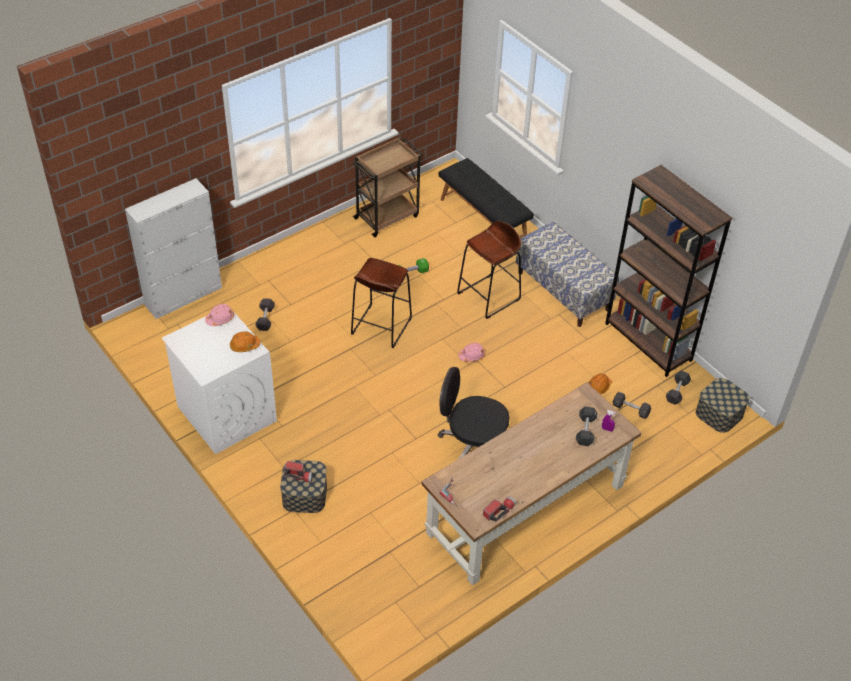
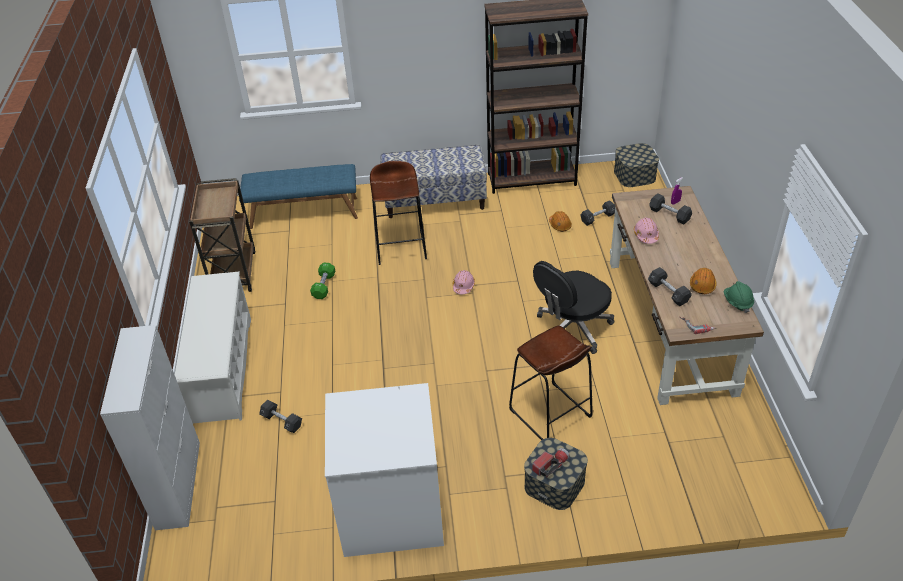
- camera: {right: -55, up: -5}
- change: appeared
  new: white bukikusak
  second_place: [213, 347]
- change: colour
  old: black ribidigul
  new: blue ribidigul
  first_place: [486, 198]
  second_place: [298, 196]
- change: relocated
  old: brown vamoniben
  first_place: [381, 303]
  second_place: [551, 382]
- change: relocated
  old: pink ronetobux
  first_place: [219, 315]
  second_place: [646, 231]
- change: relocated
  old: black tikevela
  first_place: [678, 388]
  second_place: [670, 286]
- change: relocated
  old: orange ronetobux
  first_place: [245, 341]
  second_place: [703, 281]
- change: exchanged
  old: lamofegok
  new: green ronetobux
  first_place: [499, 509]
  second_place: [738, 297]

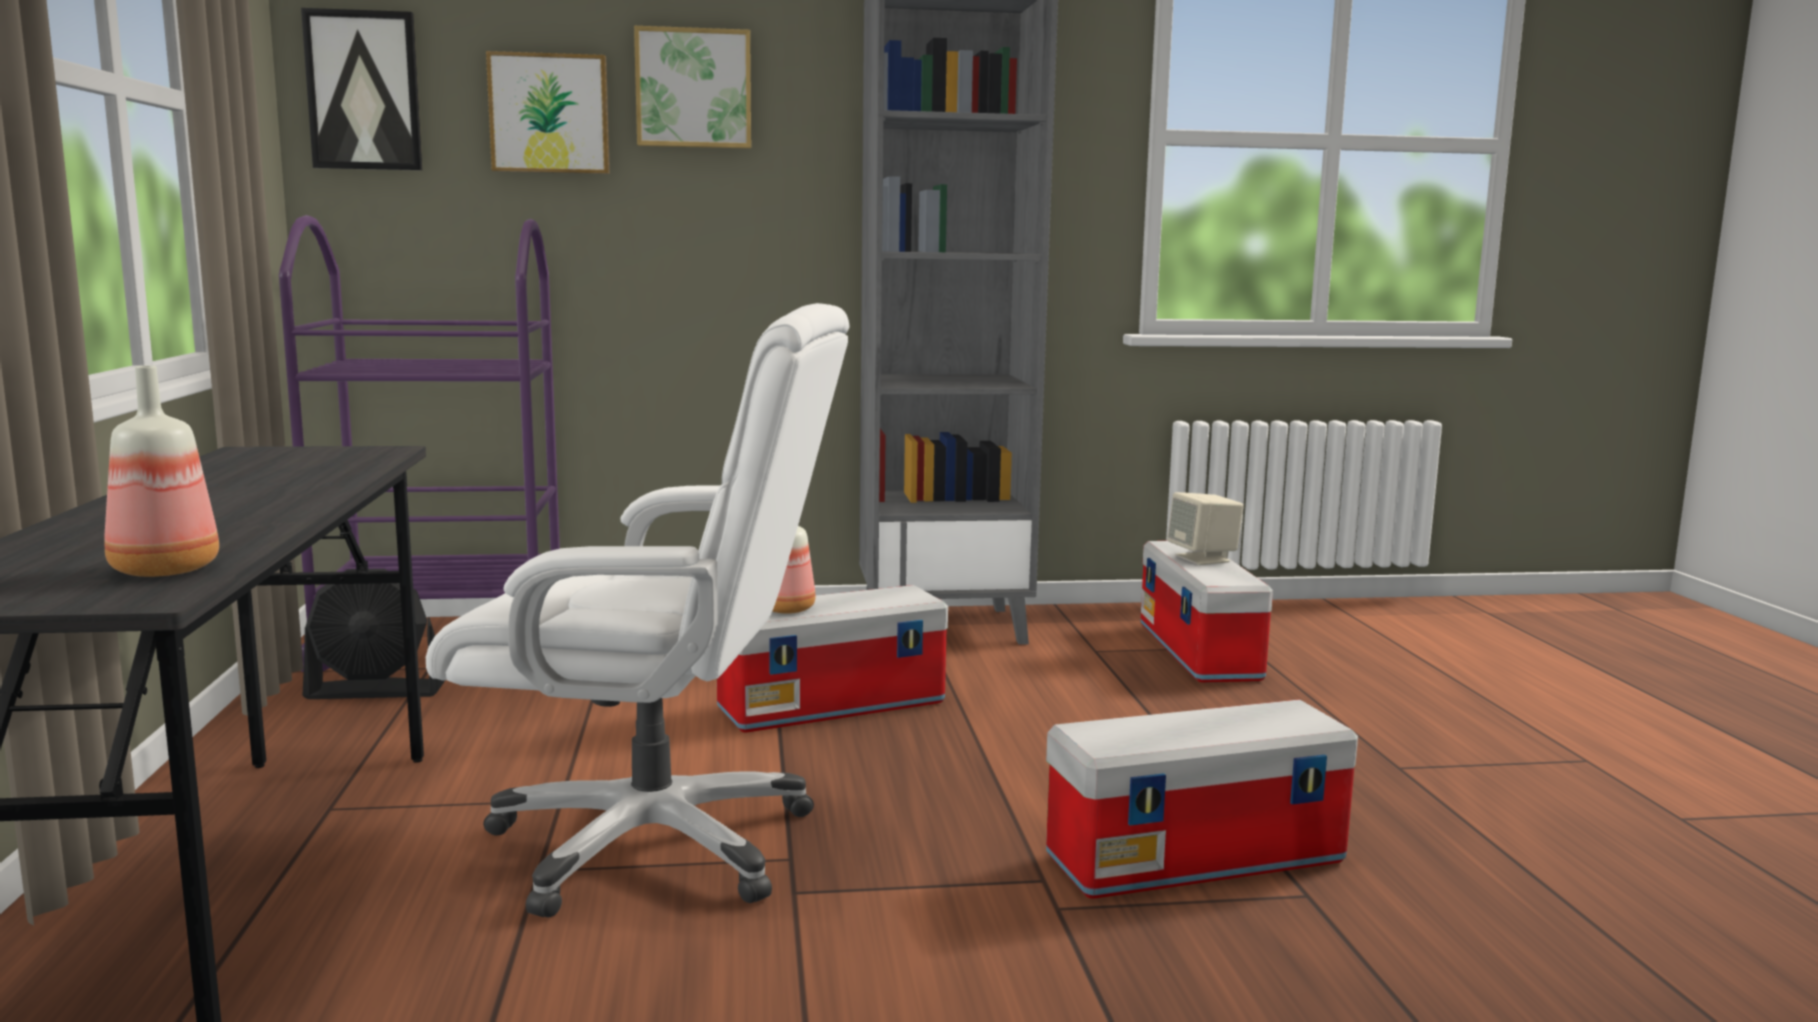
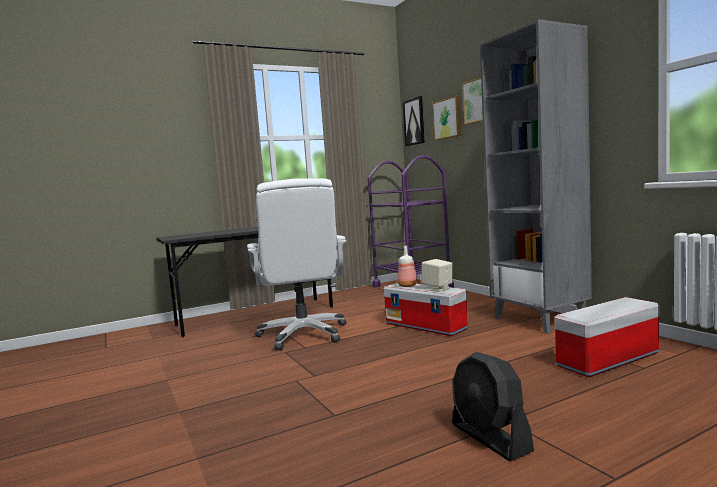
- camera: {right: 70, up: -5}
- change: relocated
  old: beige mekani
  first_place: [1205, 528]
  second_place: [437, 275]
- change: relocated
  old: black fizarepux
  first_place: [373, 634]
  second_place: [493, 406]
- change: missing
  old: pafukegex
  first_place: [161, 471]
- change: missing
  old: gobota
  first_place: [1202, 799]

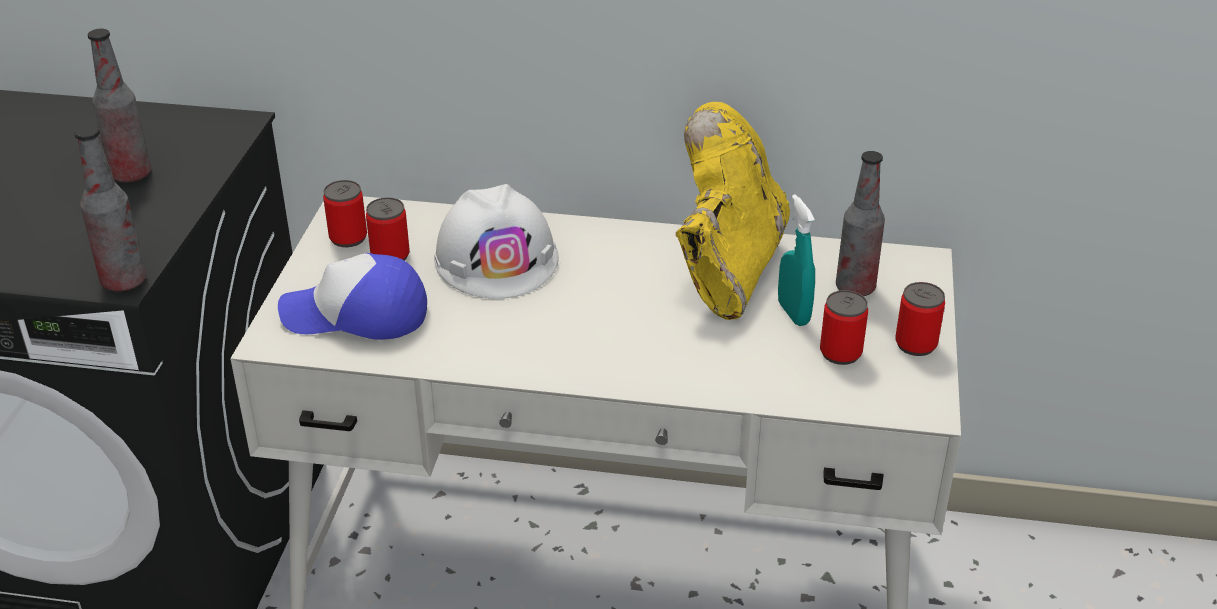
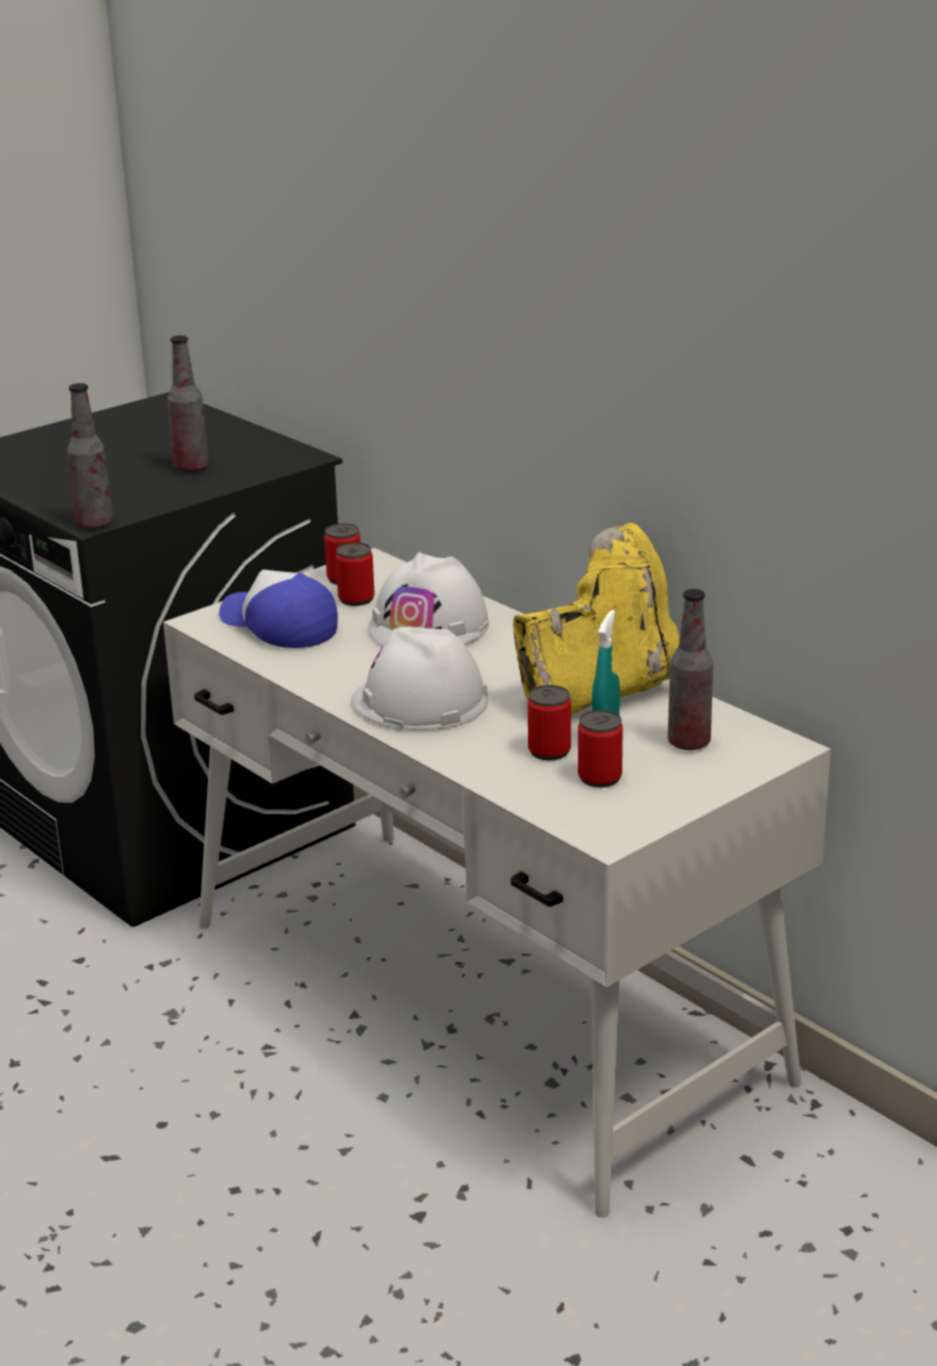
- camera: {right: 40, up: -10}
- change: appeared
  new: white ronetobux
  second_place: [419, 678]
- change: relocated
  old: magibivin
  first_place: [920, 319]
  second_place: [549, 722]

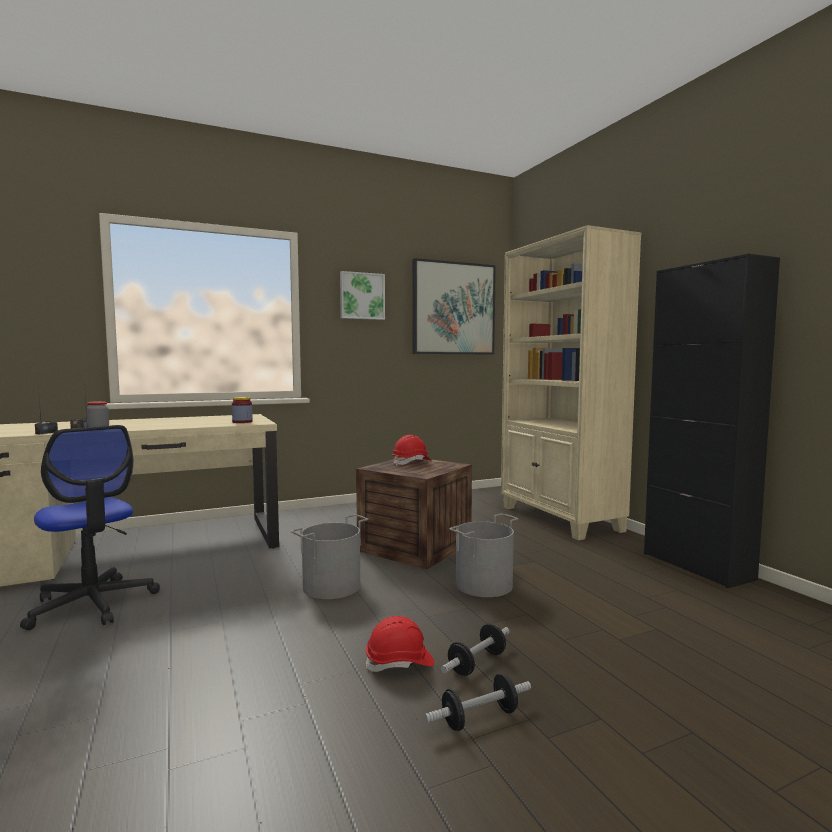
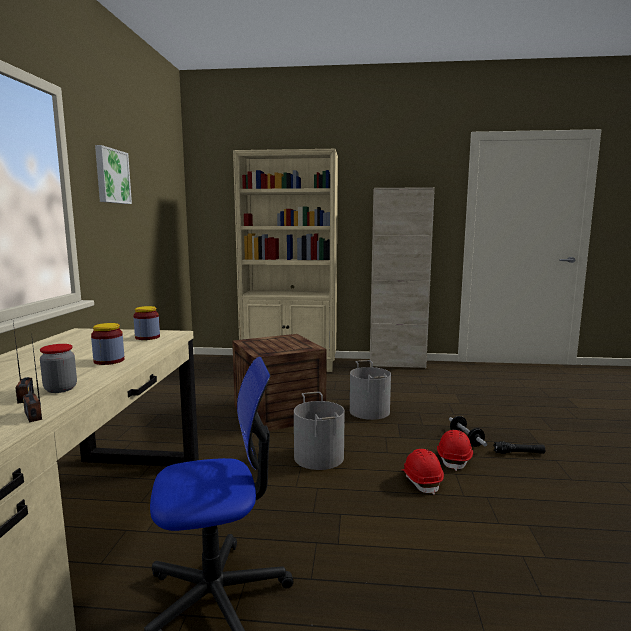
- camera: {right: -60, up: 5}
- change: appeared
  new: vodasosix
  second_place: [107, 344]
- change: colour
  old: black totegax
  new: beige totegax
  first_place: [712, 420]
  second_place: [402, 278]
- change: relocated
  old: red ronetobux
  first_place: [412, 450]
  second_place: [423, 472]
- change: exchanged
  old: tikevela
  new: black lamofegok
  first_place: [477, 702]
  second_place: [519, 447]
- change: missing
  old: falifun
  first_place: [454, 306]

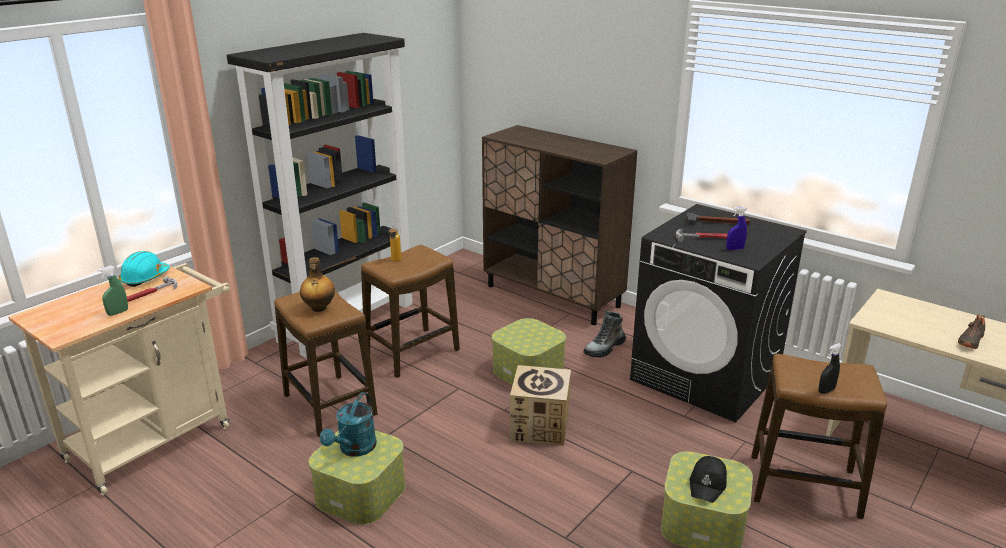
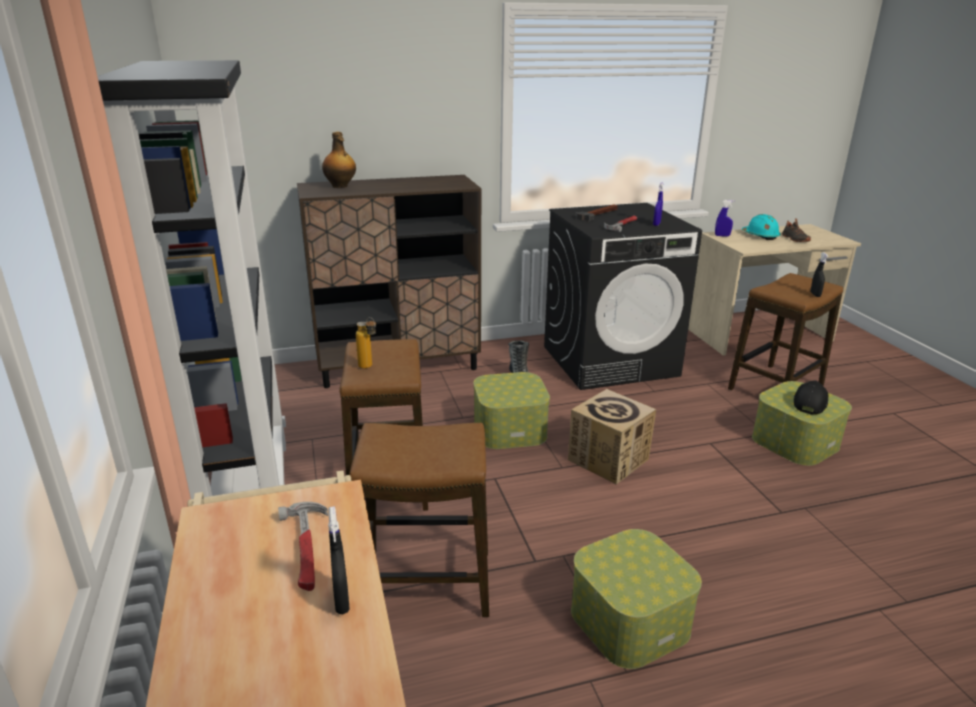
- camera: {right: -55, up: 0}
- change: relocated
  old: pafukegex
  first_place: [317, 284]
  second_place: [339, 160]
- change: colour
  old: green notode
  new: black notode
  first_place: [113, 290]
  second_place: [339, 560]
- change: appeared
  new: blue notode
  second_place: [724, 218]
- change: relocated
  old: turquoise ronetobux
  first_place: [144, 269]
  second_place: [761, 227]
- change: spun
  old: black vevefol
  first_place: [708, 479]
  second_place: [811, 397]
  degrees: -120
- change: missing
  old: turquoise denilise
  first_place: [348, 424]

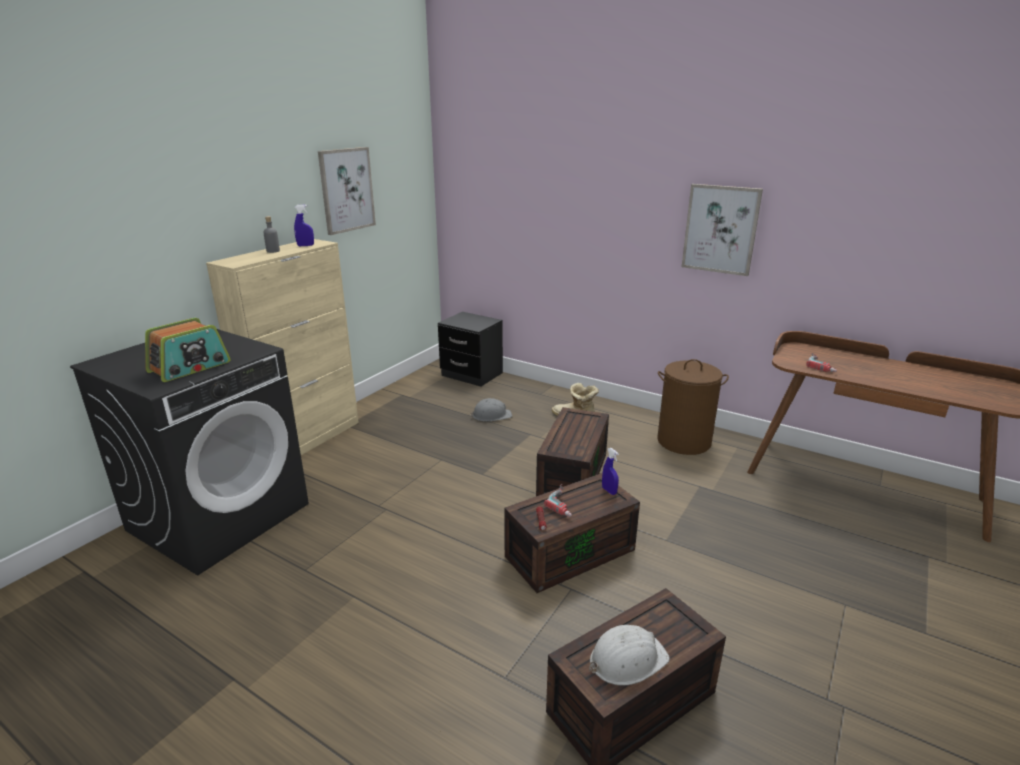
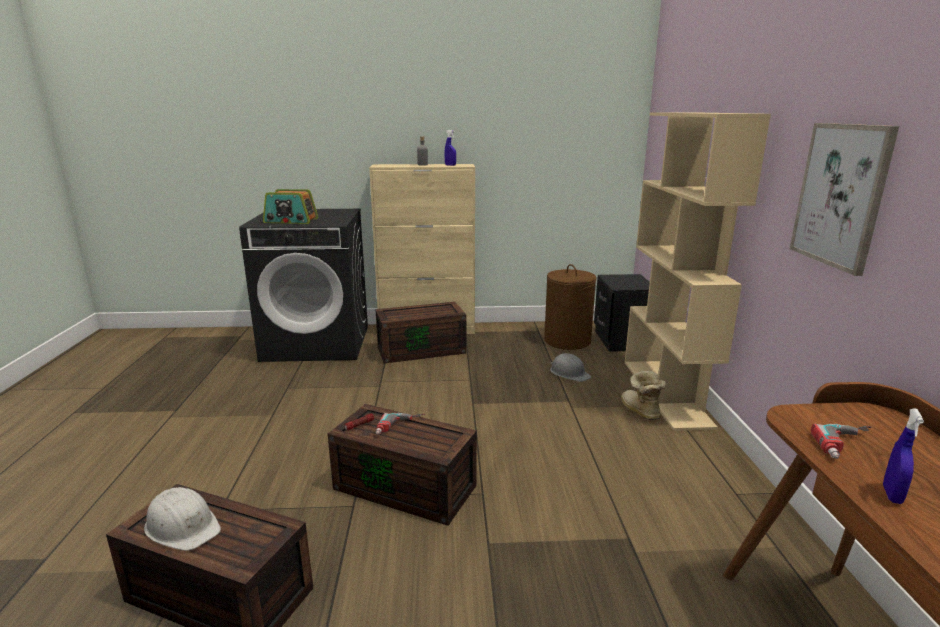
- camera: {right: 55, up: -5}
- change: relocated
  old: brown gobota
  first_place: [572, 451]
  second_place: [420, 332]
- change: relocated
  old: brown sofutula
  first_place: [693, 407]
  second_place: [570, 307]
- change: appeared
  new: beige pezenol
  second_place: [698, 271]
- change: relocated
  old: blue notode
  first_place: [610, 471]
  second_place: [903, 456]
- change: missing
  old: falifun
  first_place: [347, 191]

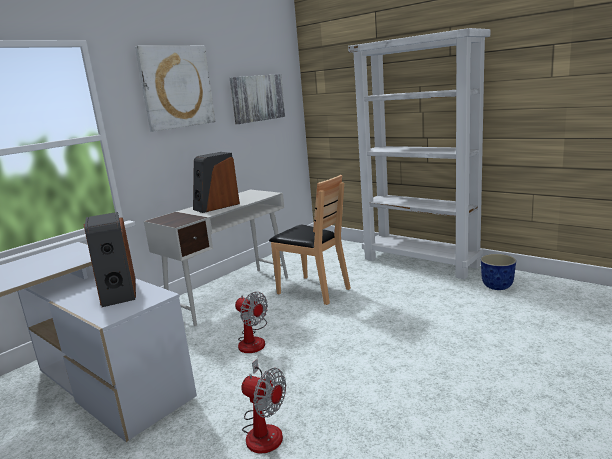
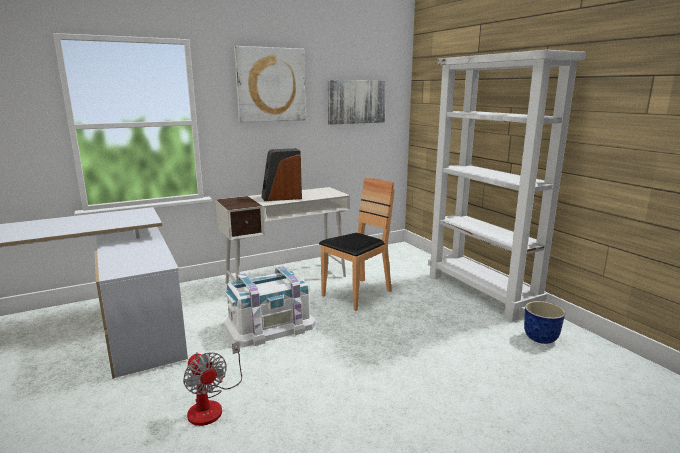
- camera: {right: 20, up: 0}
- change: exchanged
  old: fizarepux
  new: white gobota
  first_place: [251, 322]
  second_place: [270, 306]
- change: spun
  old: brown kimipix
  first_place: [310, 240]
  second_place: [357, 244]
  degrees: -105
- change: missing
  old: mekani
  first_place: [109, 259]

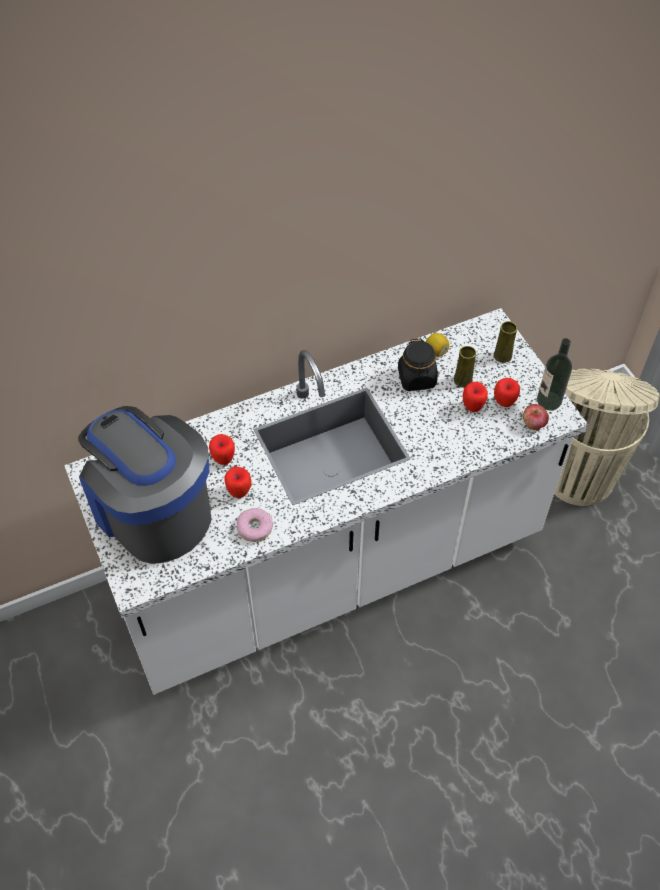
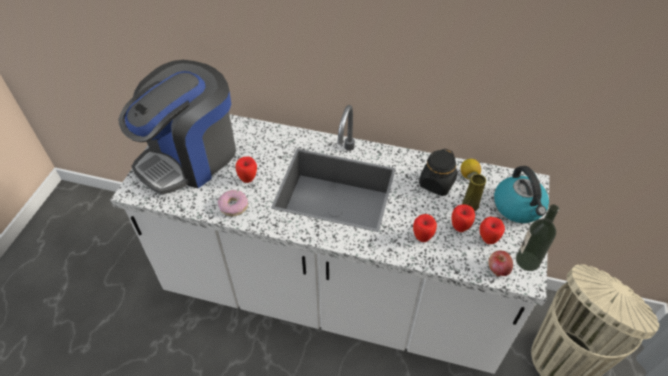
- camera: {right: 40, up: -5}
- change: spun
  old: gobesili
  first_place: [145, 485]
  second_place: [177, 127]
  degrees: -135
- change: relocated
  old: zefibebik
  first_place: [222, 449]
  second_place: [425, 228]
- change: exchanged
  old: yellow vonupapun
  new: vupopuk
  first_place: [505, 342]
  second_place: [521, 194]

